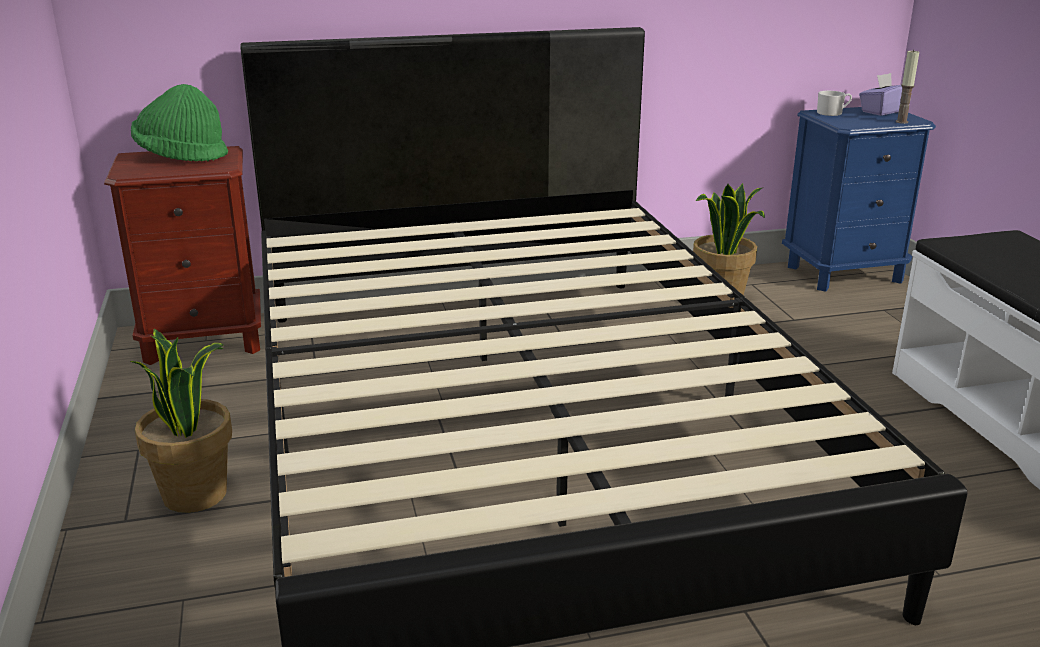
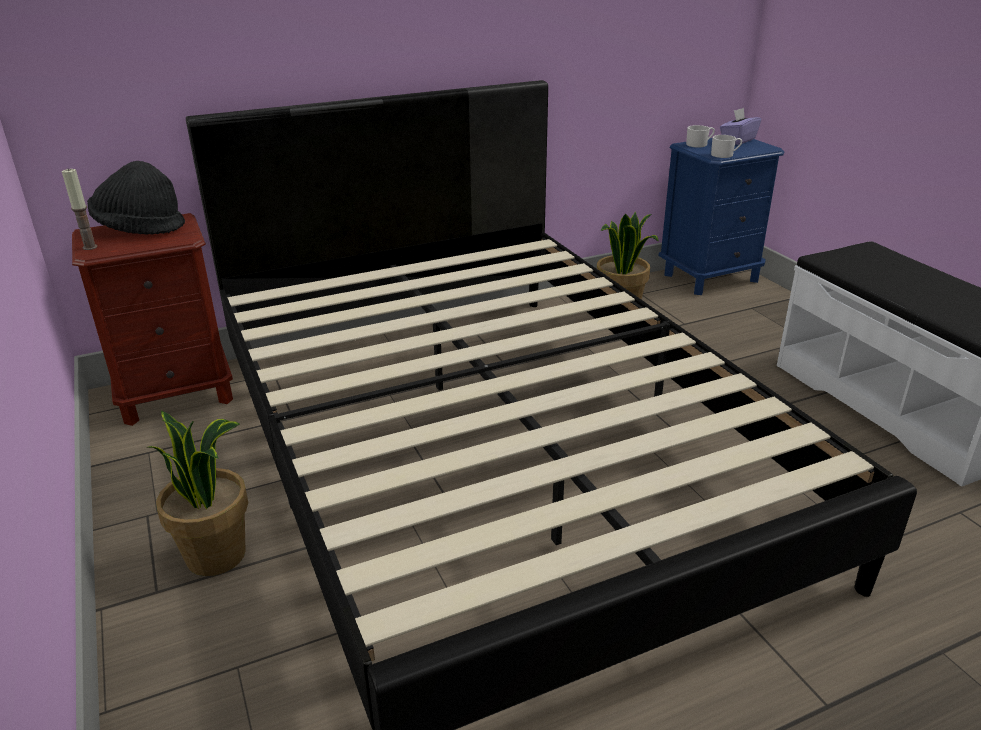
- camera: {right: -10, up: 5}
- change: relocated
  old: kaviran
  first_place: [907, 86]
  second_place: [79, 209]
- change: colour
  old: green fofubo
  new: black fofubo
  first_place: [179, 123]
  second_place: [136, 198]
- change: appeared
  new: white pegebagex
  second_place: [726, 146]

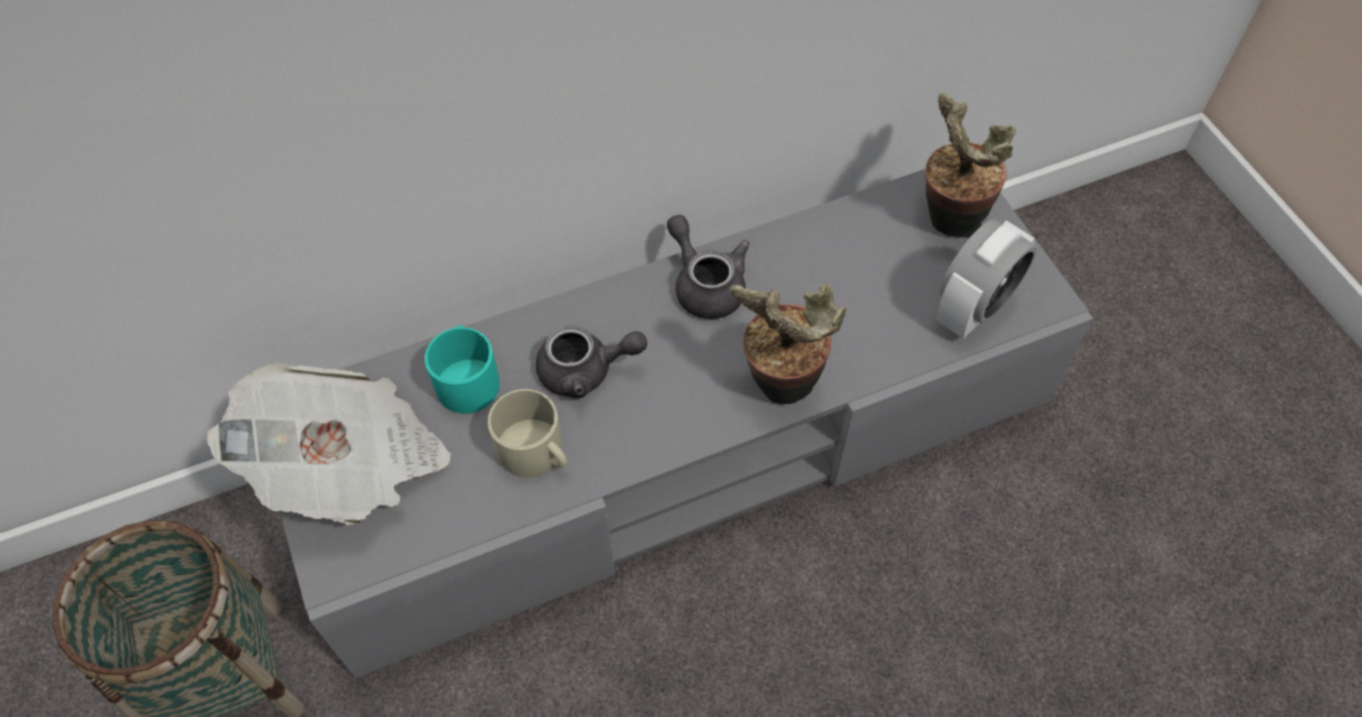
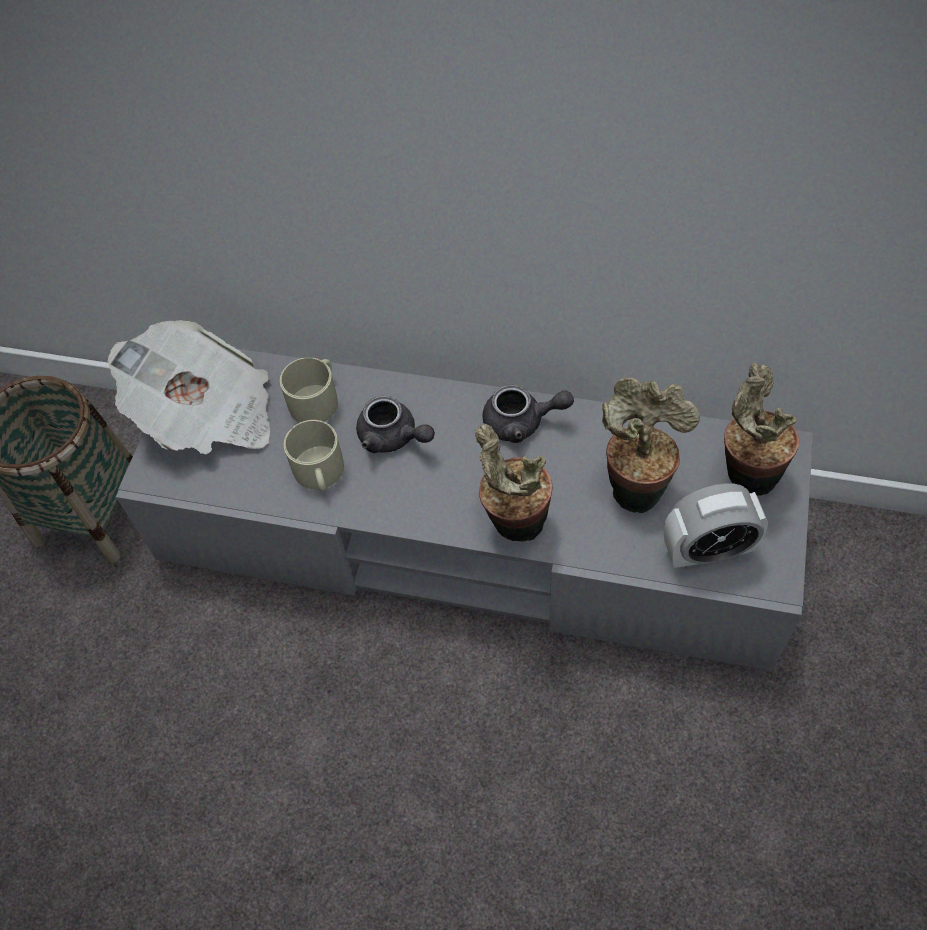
- camera: {right: 40, up: 0}
- change: colour
  old: turquoise pegebagex
  new: beige pegebagex
  first_place: [462, 369]
  second_place: [309, 390]
- change: spun
  old: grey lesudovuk
  first_place: [708, 267]
  second_place: [528, 414]
  degrees: 90
- change: appeared
  new: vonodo
  second_place: [651, 445]

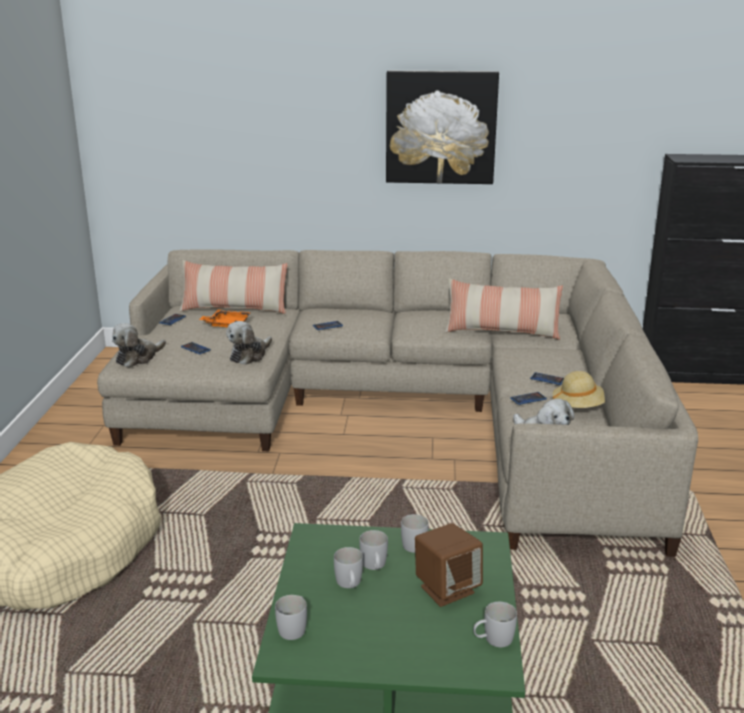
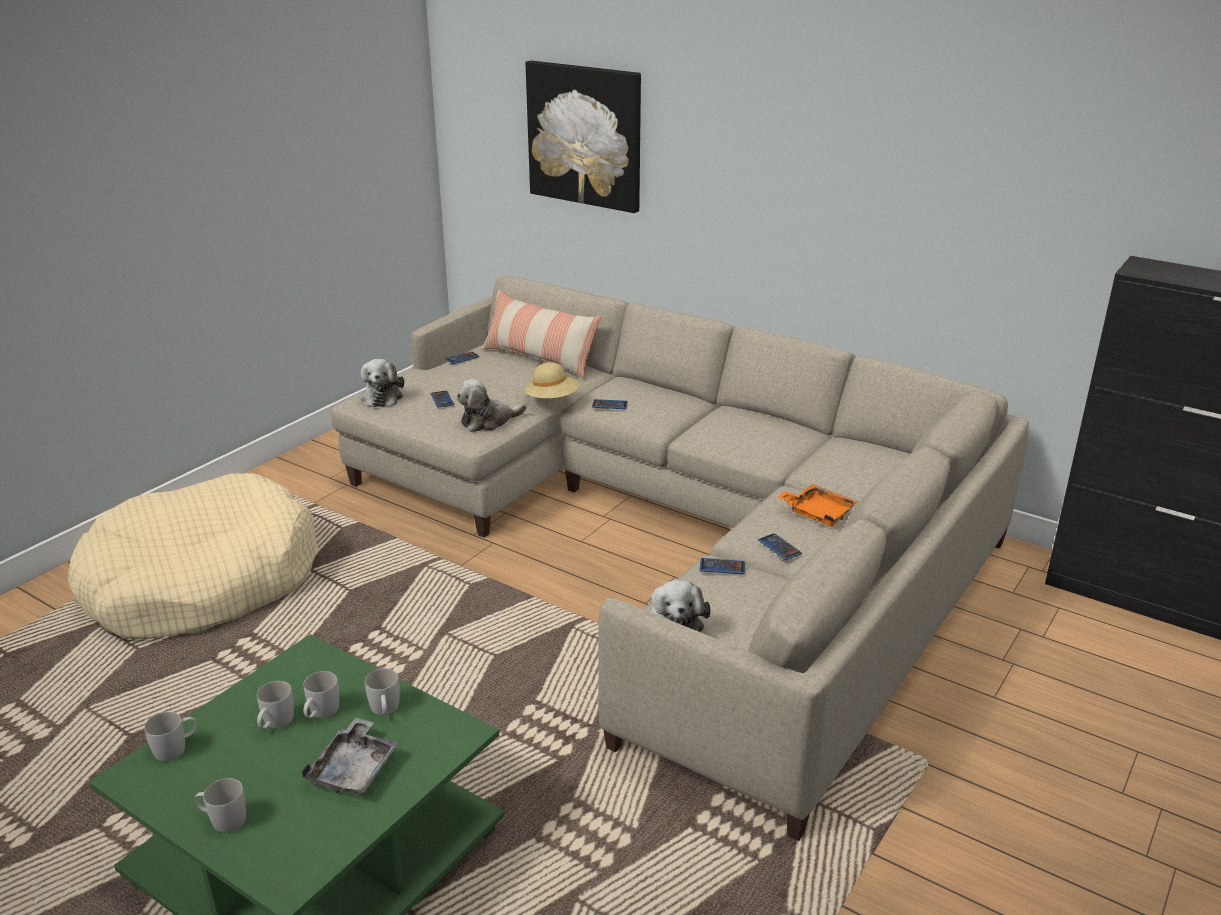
- camera: {right: 30, up: 5}
- change: relocated
  old: white pegebagex
  first_place: [495, 624]
  second_place: [220, 805]
- change: exchanged
  old: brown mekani
  new: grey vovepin
  first_place: [449, 565]
  second_place: [350, 756]
- change: spun
  old: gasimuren
  first_place: [139, 345]
  second_place: [382, 383]
  degrees: -75
- change: relocated
  old: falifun
  first_place: [442, 127]
  second_place: [583, 137]
- change: relocated
  old: beige fofubo
  first_place: [579, 389]
  second_place: [552, 380]
- change: relocated
  old: orange vovepin
  first_place: [225, 318]
  second_place: [818, 505]
- change: missing
  old: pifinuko
  first_place: [504, 309]

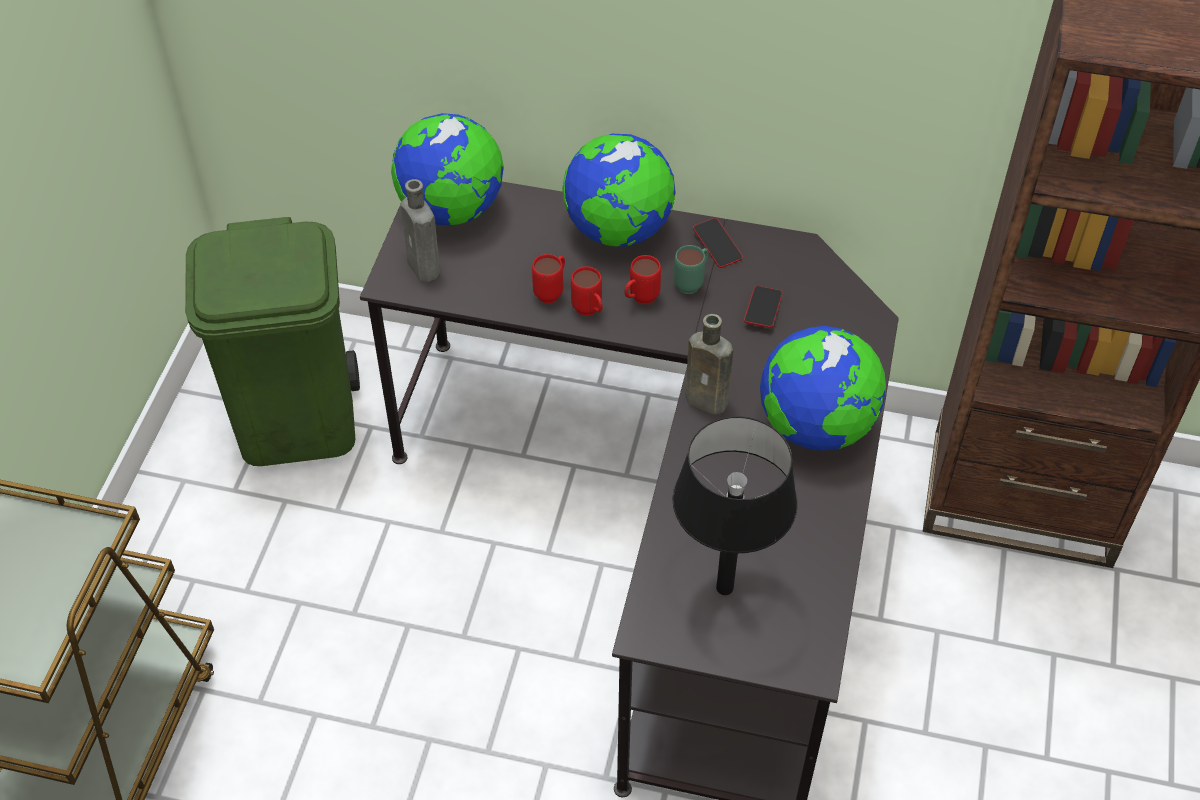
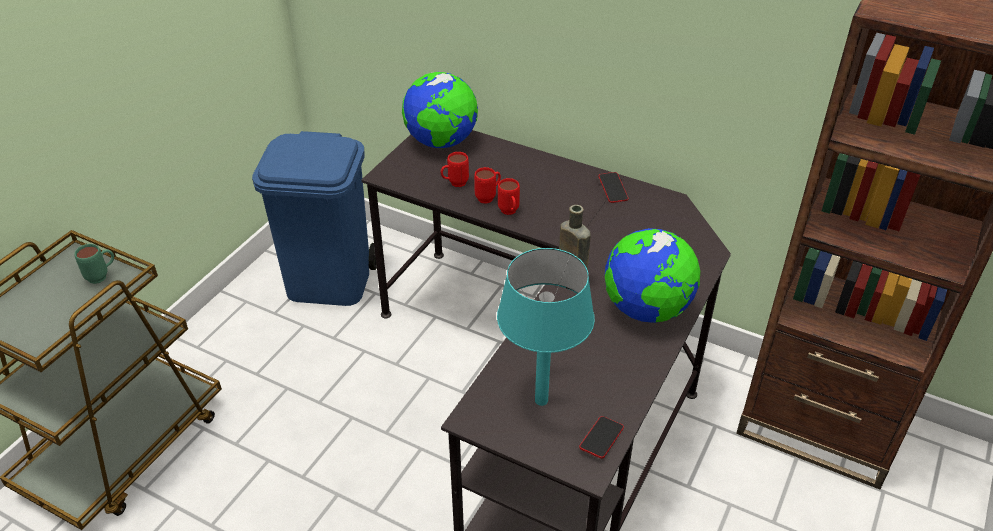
- camera: {right: 15, up: -10}
- change: relocated
  old: green pegebagex
  first_place: [691, 269]
  second_place: [94, 264]
- change: colour
  old: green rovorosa
  new: blue rovorosa
  first_place: [272, 341]
  second_place: [314, 218]
- change: relocated
  old: red pegebagex
  first_place: [642, 279]
  second_place: [455, 169]
- change: colour
  old: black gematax
  new: turquoise gematax
  first_place: [735, 505]
  second_place: [546, 327]
- change: relocated
  old: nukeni
  first_place: [763, 307]
  second_place: [601, 437]
- change: missing
  old: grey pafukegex
  first_place: [420, 230]
- change: missing
  old: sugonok
  first_place: [619, 190]

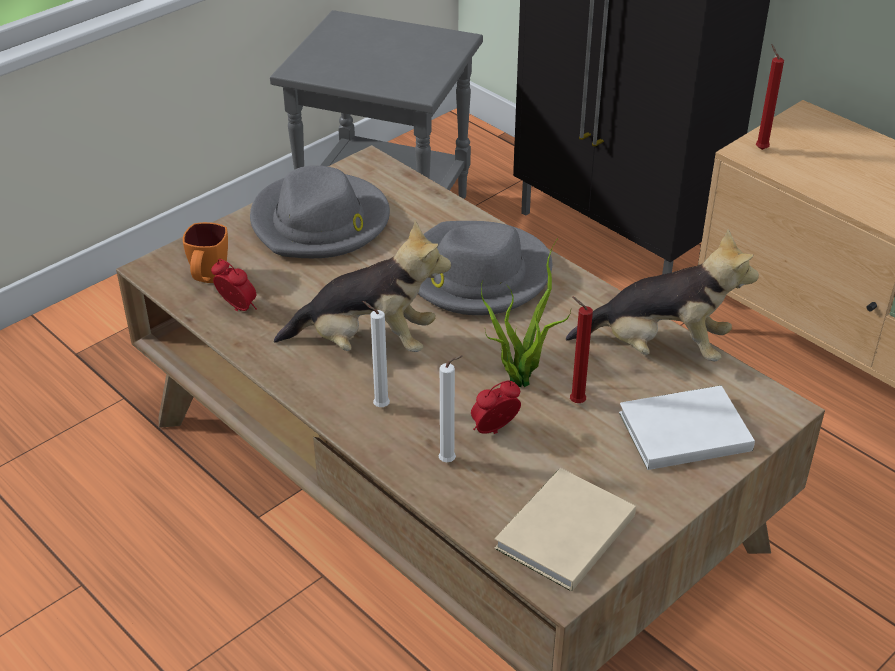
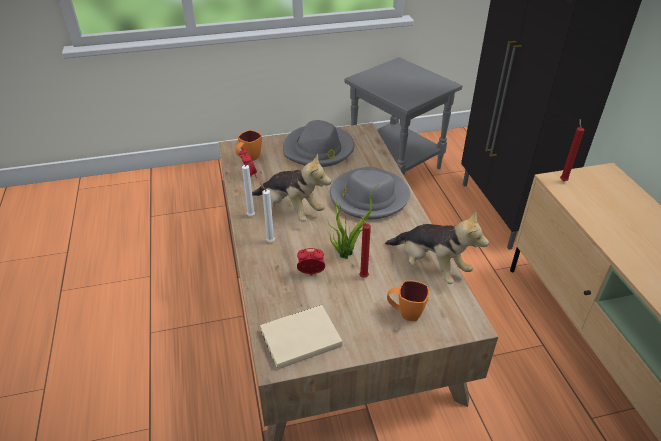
- camera: {right: 30, up: 0}
- change: relocated
  old: white kaviran
  first_place: [451, 408]
  second_place: [248, 189]
- change: exchanged
  old: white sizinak
  new: orange pegebagex
  first_place: [687, 427]
  second_place: [408, 300]

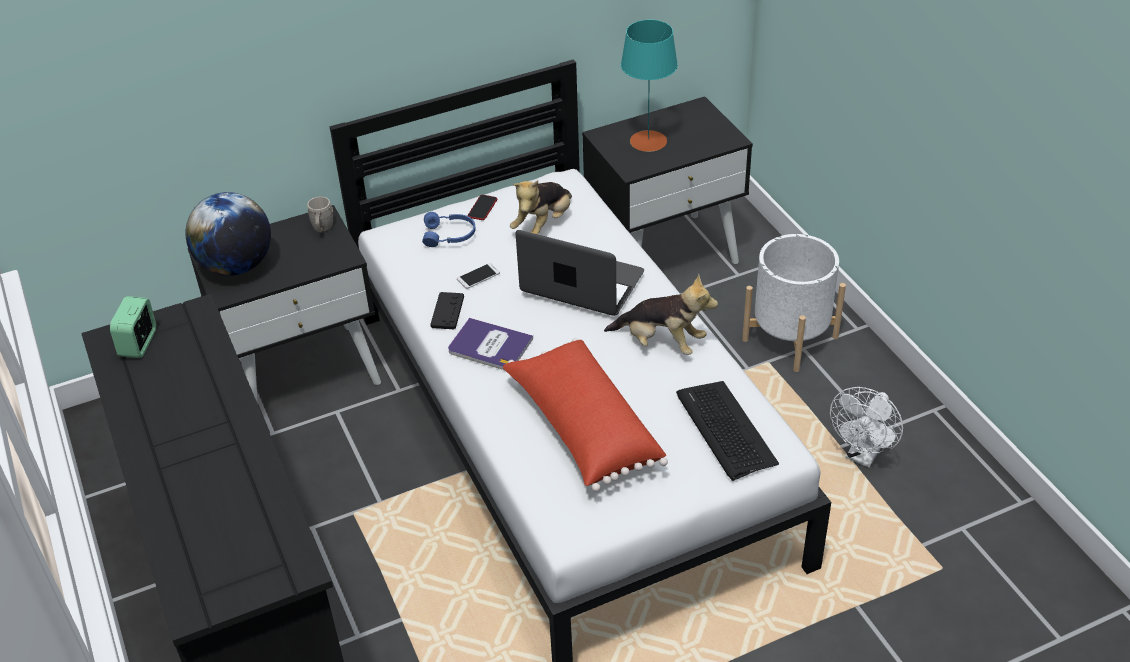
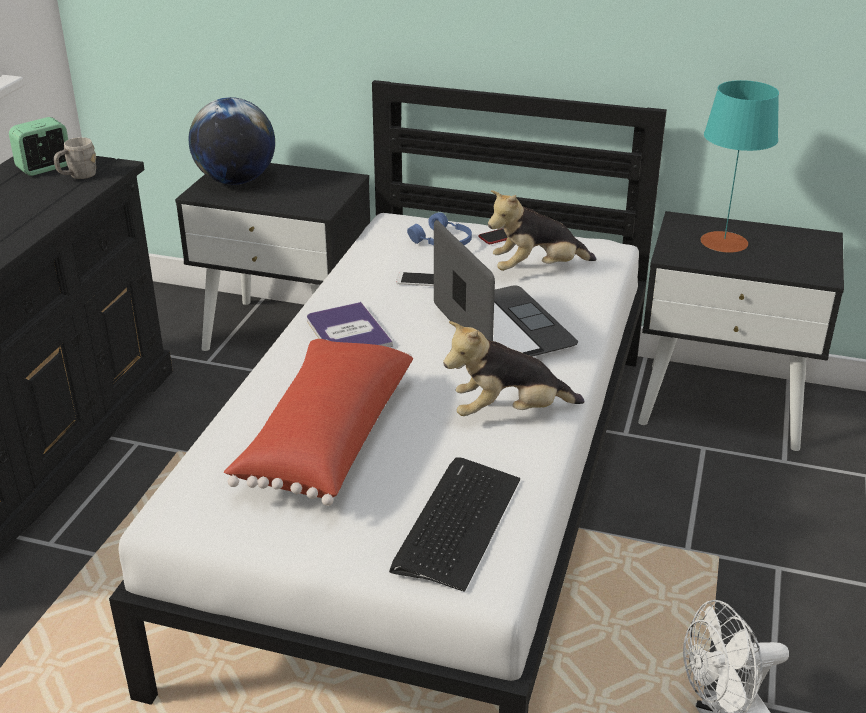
- camera: {right: 40, up: -10}
- change: relocated
  old: grey pegebagex
  first_place: [320, 215]
  second_place: [75, 158]
- change: spun
  old: gasimuren
  first_place: [661, 314]
  second_place: [514, 368]
  degrees: 105
- change: missing
  old: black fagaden
  first_place: [447, 310]
- change: missing
  old: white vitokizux
  first_place: [794, 303]

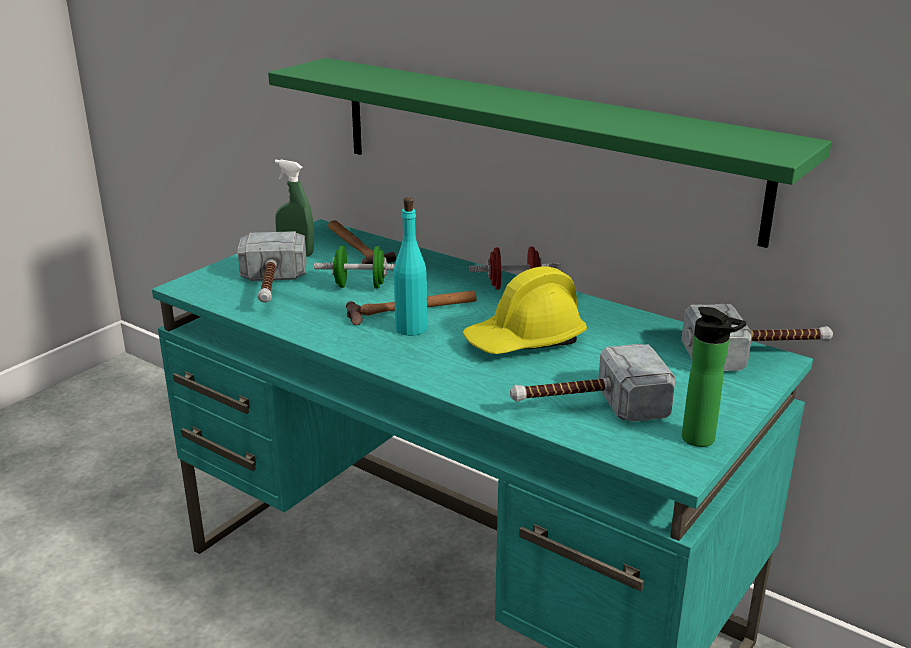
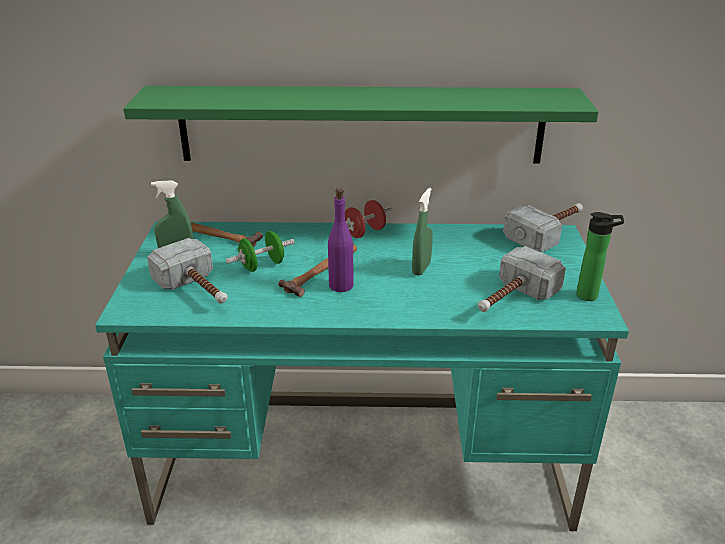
- camera: {right: -35, up: 5}
- change: colour
  old: turquoise pafukegex
  new: purple pafukegex
  first_place: [410, 266]
  second_place: [340, 240]
- change: exchanged
  old: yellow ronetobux
  new: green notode
  first_place: [525, 310]
  second_place: [422, 232]

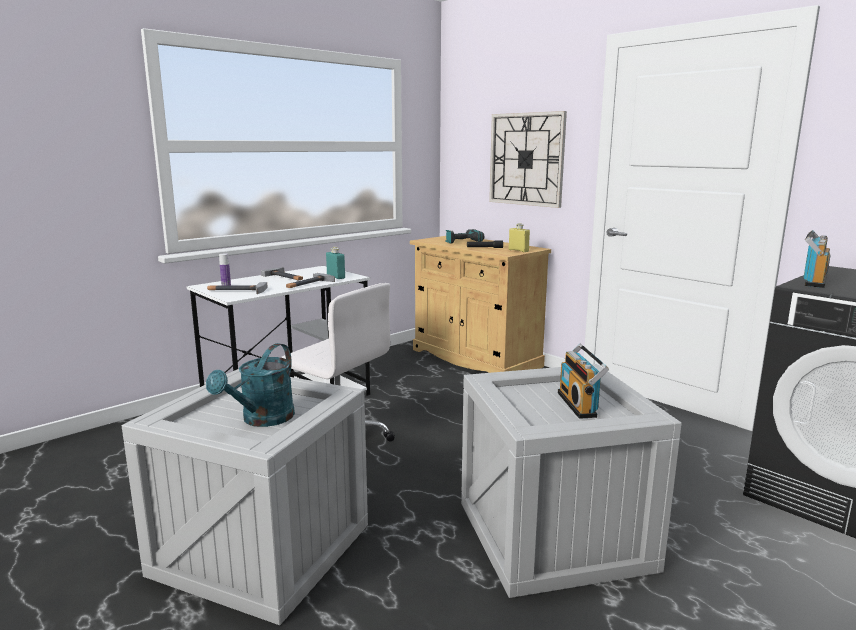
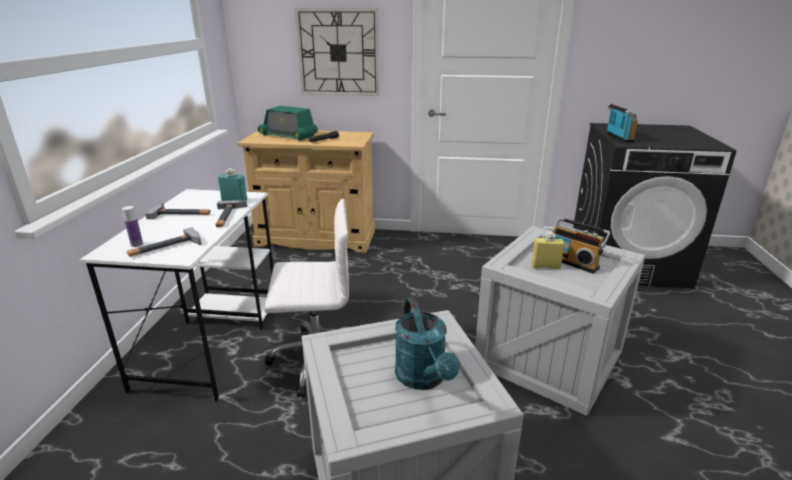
- camera: {right: -40, up: 10}
- change: exchanged
  old: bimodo
  new: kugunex
  first_place: [465, 236]
  second_place: [288, 123]
- change: relocated
  old: yellow pafukegex
  first_place: [519, 237]
  second_place: [548, 250]

